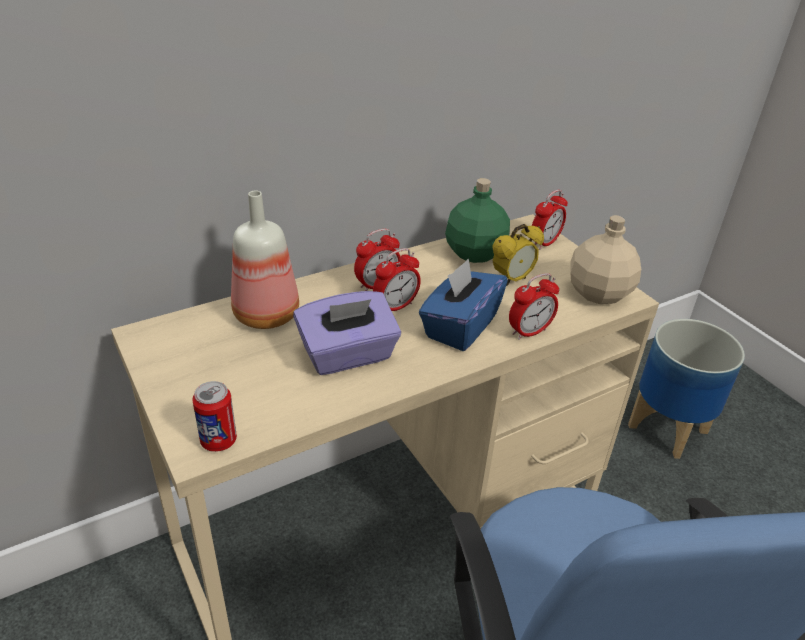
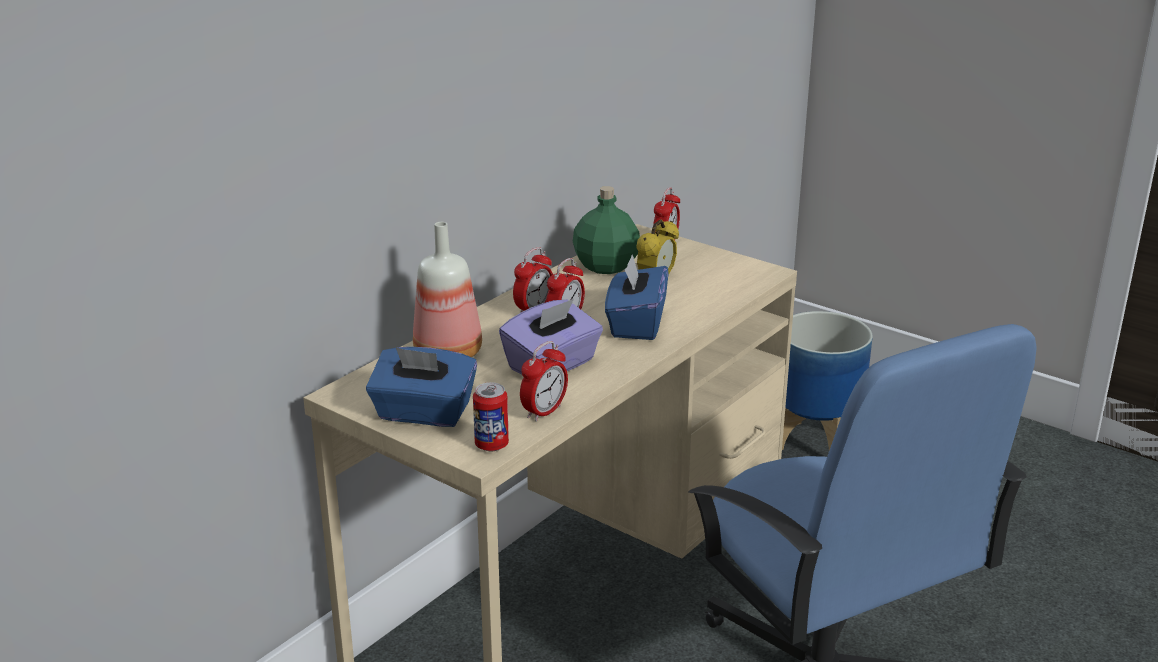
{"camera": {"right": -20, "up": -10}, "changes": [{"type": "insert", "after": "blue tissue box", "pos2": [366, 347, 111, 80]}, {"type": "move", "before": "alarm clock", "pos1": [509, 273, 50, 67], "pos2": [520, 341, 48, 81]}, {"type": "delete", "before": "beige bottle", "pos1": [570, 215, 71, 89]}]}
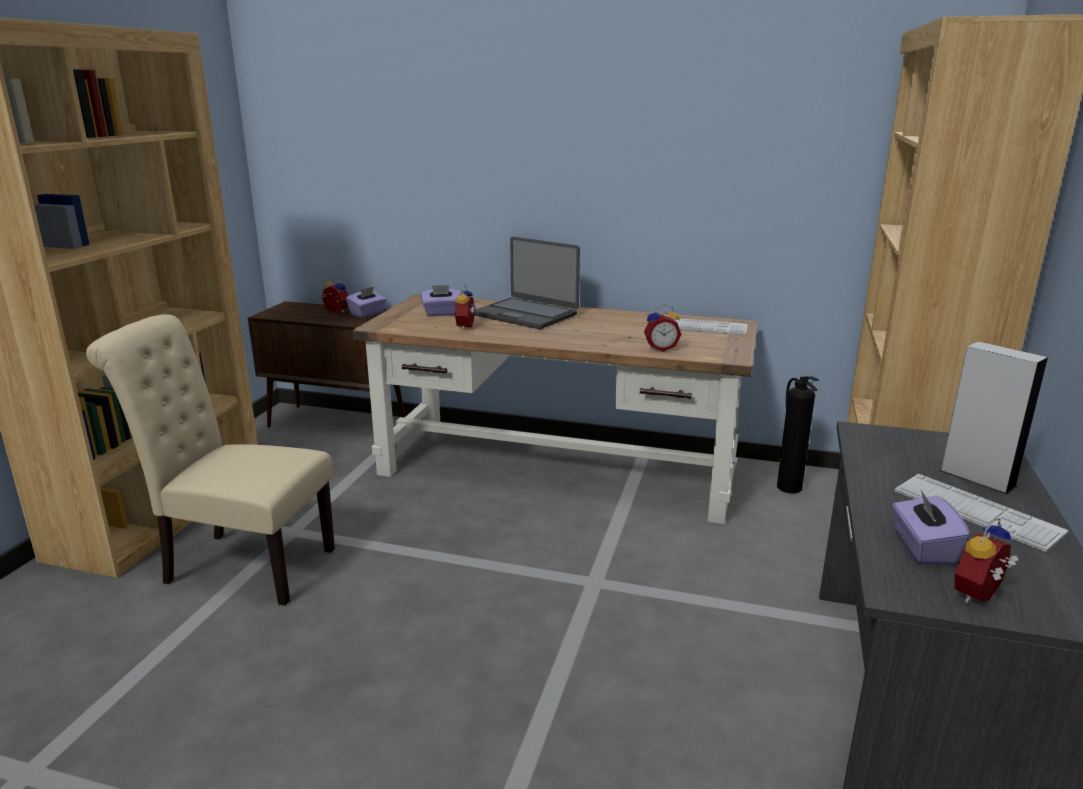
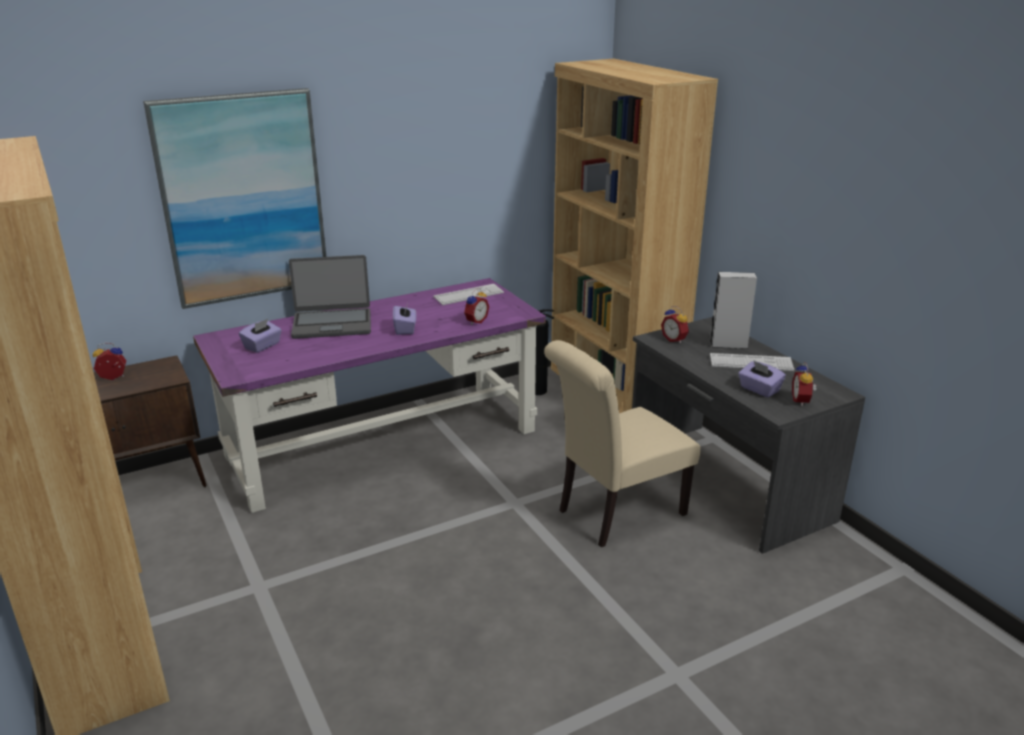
{"camera": {"right": -45, "up": 5}, "changes": [{"type": "insert", "after": "picture", "pos2": [143, 88, 183, 221]}, {"type": "recolor", "before": "brown desk", "after": "purple desk", "pos1": [353, 294, 405, 230], "pos2": [193, 278, 353, 235]}, {"type": "move", "before": "purple tissue box", "pos1": [346, 287, 41, 31], "pos2": [393, 303, 23, 32]}, {"type": "move", "before": "beige chair", "pos1": [86, 314, 249, 292], "pos2": [544, 340, 157, 207]}, {"type": "move", "before": "alarm clock", "pos1": [455, 285, 23, 45], "pos2": [661, 306, 28, 38]}]}
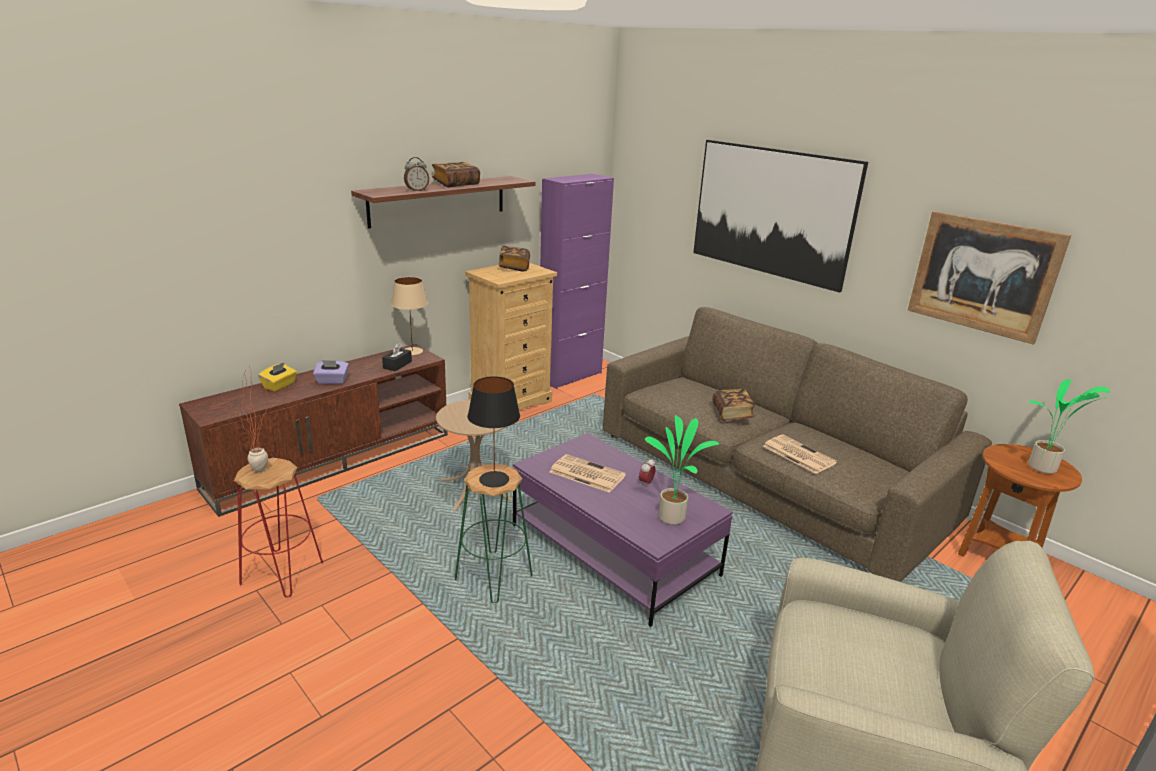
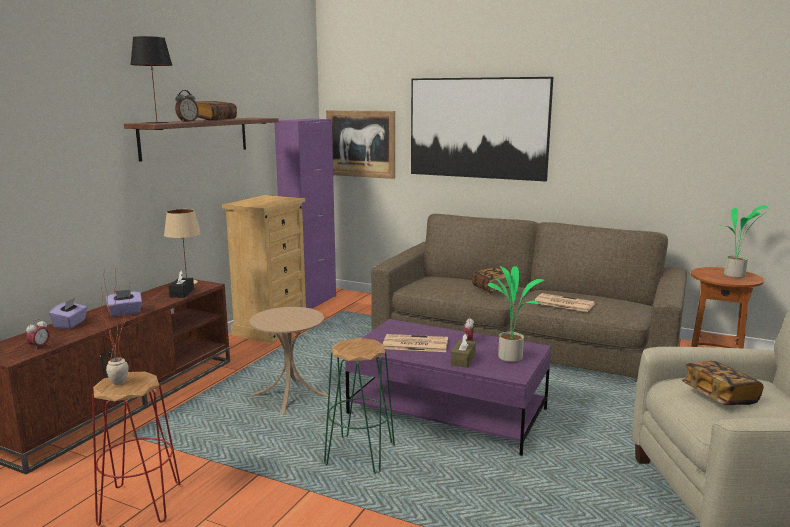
{"camera": {"right": -20, "up": -10}, "changes": [{"type": "insert", "after": "alarm clock", "pos2": [26, 319, 24, 30]}, {"type": "recolor", "before": "yellow tissue box", "after": "purple tissue box", "pos1": [258, 362, 39, 30], "pos2": [49, 298, 39, 31]}, {"type": "move", "before": "black table lamp", "pos1": [467, 376, 53, 111], "pos2": [130, 36, 42, 88]}, {"type": "move", "before": "picture", "pos1": [907, 211, 164, 134], "pos2": [326, 110, 69, 69]}, {"type": "insert", "after": "brown tissue box", "pos2": [451, 333, 25, 35]}, {"type": "move", "before": "book", "pos1": [498, 246, 32, 26], "pos2": [682, 361, 81, 44]}]}
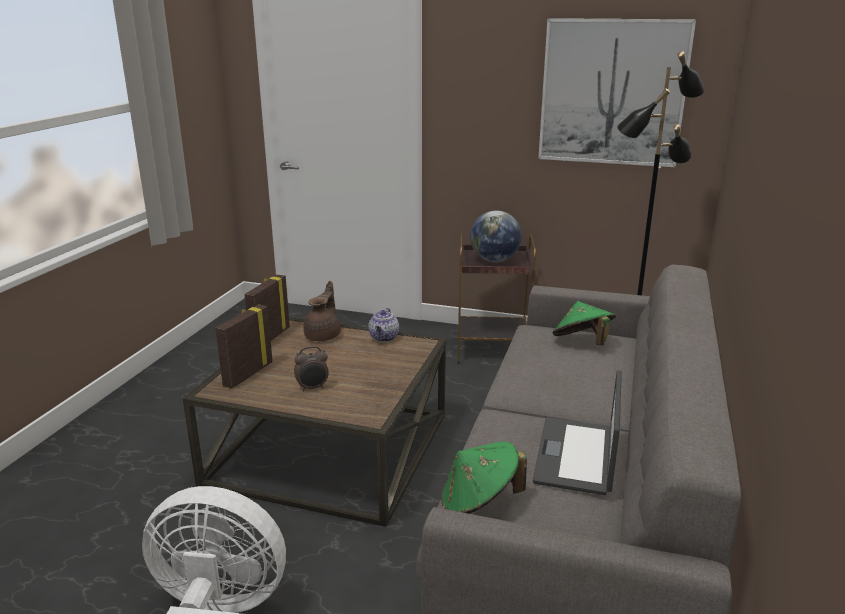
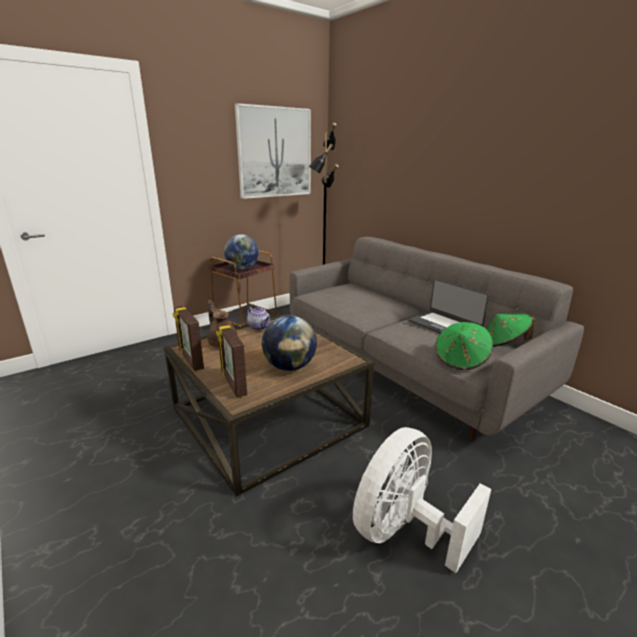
{"camera": {"right": -55, "up": 0}, "changes": [{"type": "replace", "before": "alarm clock", "after": "globe", "pos1": [294, 346, 35, 46], "pos2": [262, 315, 55, 56]}, {"type": "move", "before": "green hat", "pos1": [552, 301, 64, 44], "pos2": [487, 313, 48, 34]}]}
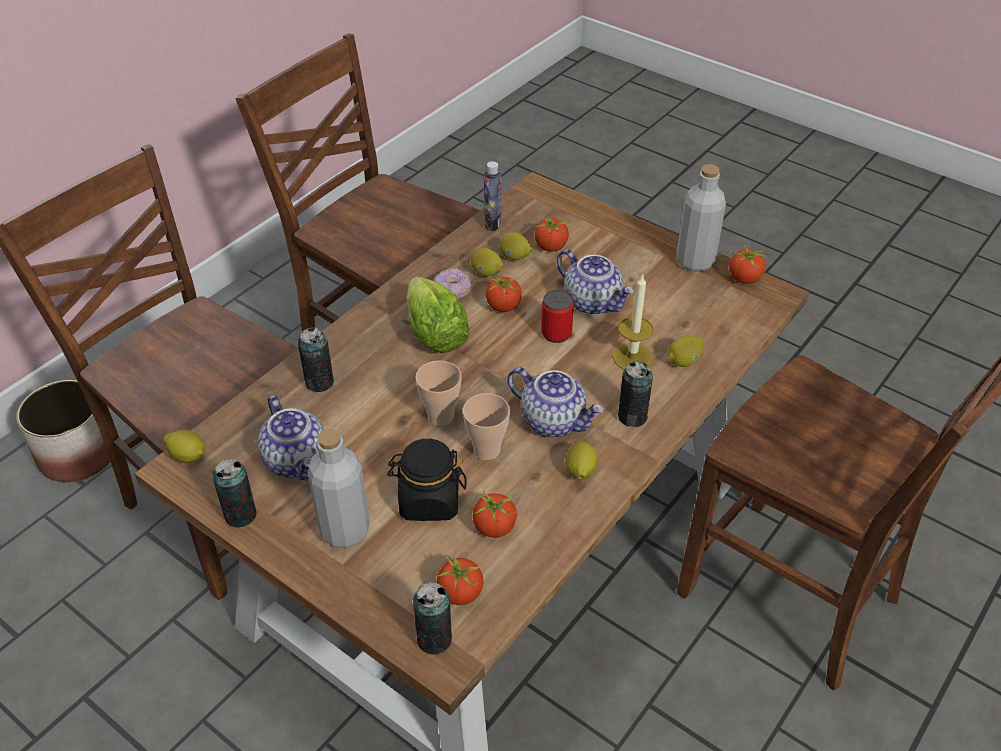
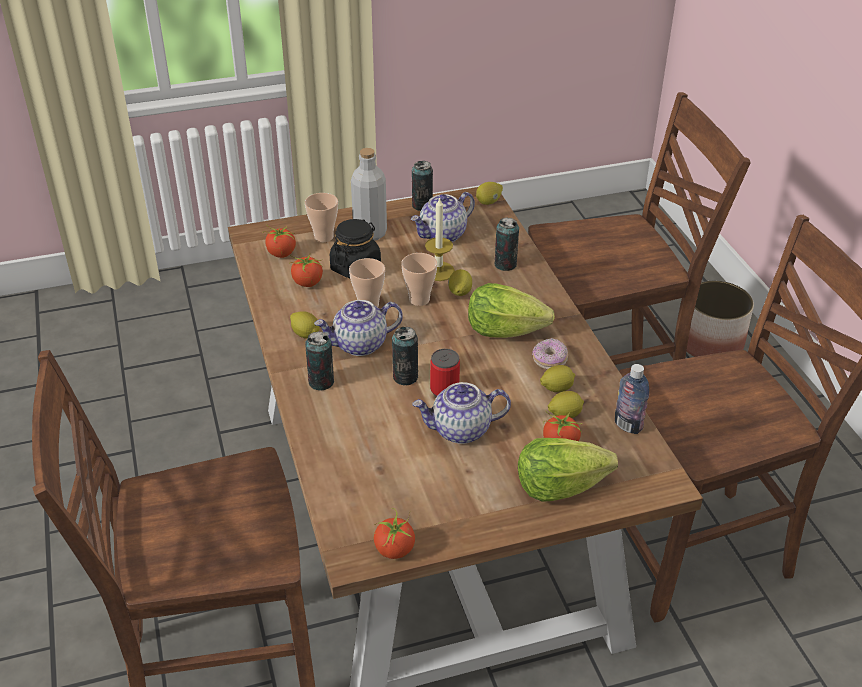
{"camera": {"right": 125, "up": -5}, "changes": [{"type": "insert", "after": "cup", "pos2": [305, 193, 33, 49]}, {"type": "move", "before": "can", "pos1": [413, 582, 39, 73], "pos2": [392, 327, 26, 58]}, {"type": "rotate", "before": "teapot", "pos1": [258, 395, 67, 85], "pos2": [411, 192, 64, 50], "turn": -45}, {"type": "move", "before": "candle", "pos1": [613, 274, 41, 95], "pos2": [425, 197, 30, 84]}, {"type": "move", "before": "lemon", "pos1": [668, 336, 36, 31], "pos2": [448, 269, 24, 27]}, {"type": "insert", "after": "lettuce", "pos2": [518, 438, 100, 64]}, {"type": "delete", "before": "tomato", "pos1": [486, 276, 36, 36]}, {"type": "delete", "before": "grey bottle", "pos1": [677, 164, 49, 107]}]}
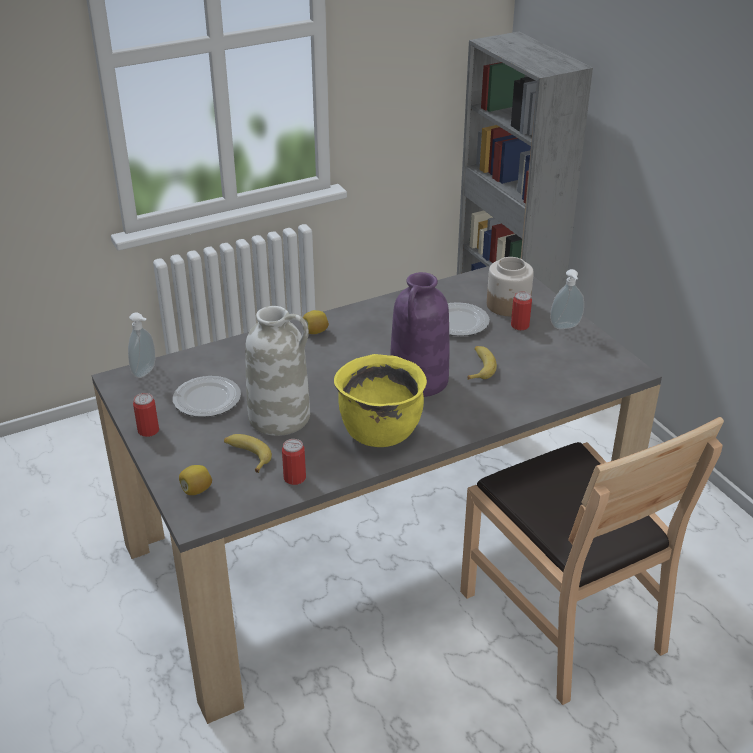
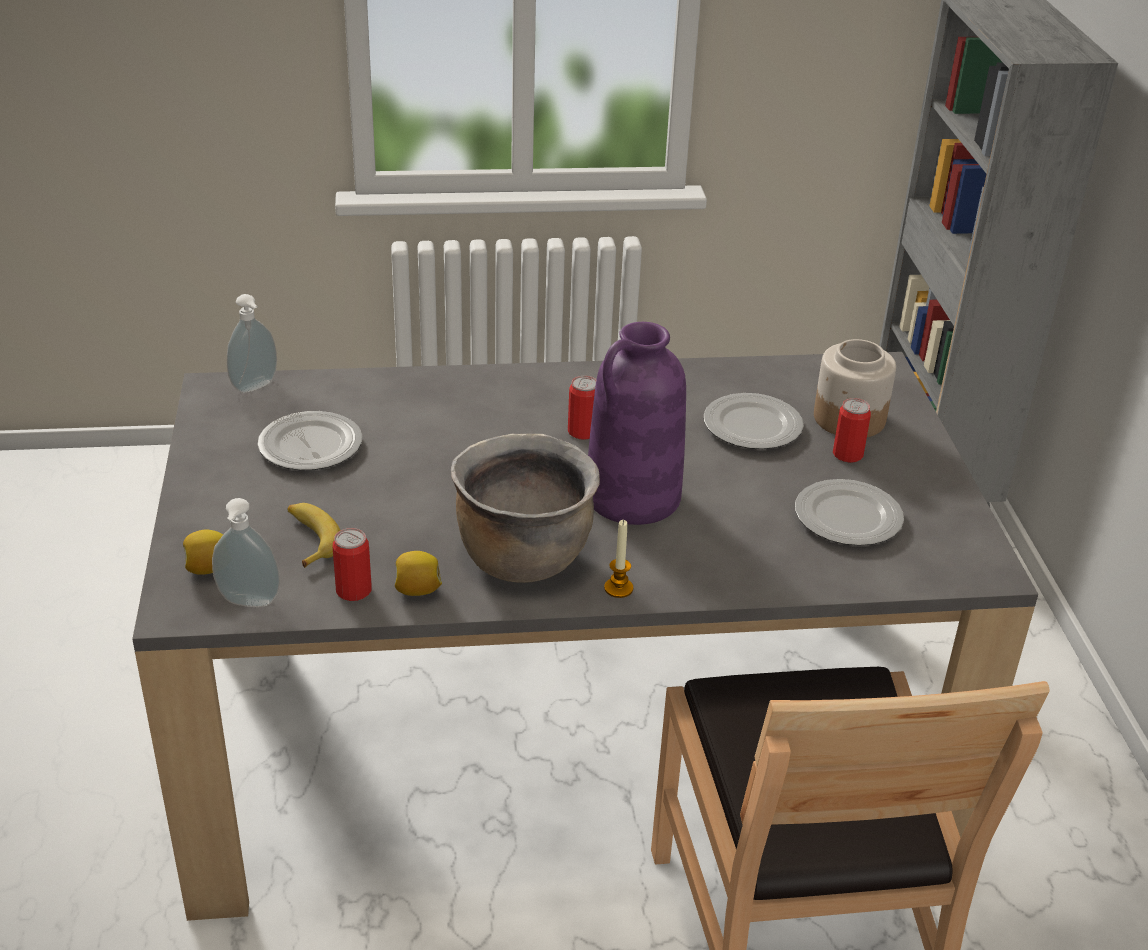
{"camera": {"right": 20, "up": 0}, "changes": [{"type": "move", "before": "soap dispenser", "pos1": [550, 269, 34, 60], "pos2": [212, 498, 68, 109]}, {"type": "move", "before": "lemon", "pos1": [303, 310, 26, 24], "pos2": [395, 551, 47, 45]}, {"type": "recolor", "before": "yellow cooking pot", "after": "brown cooking pot", "pos1": [334, 354, 93, 93], "pos2": [451, 434, 149, 149]}, {"type": "move", "before": "can", "pos1": [133, 393, 26, 44], "pos2": [568, 376, 28, 64]}, {"type": "insert", "after": "candle", "pos2": [604, 520, 29, 78]}, {"type": "insert", "after": "plate", "pos2": [795, 479, 109, 67]}, {"type": "delete", "before": "white vase", "pos1": [245, 306, 65, 130]}, {"type": "delete", "before": "banana", "pos1": [468, 346, 29, 34]}]}
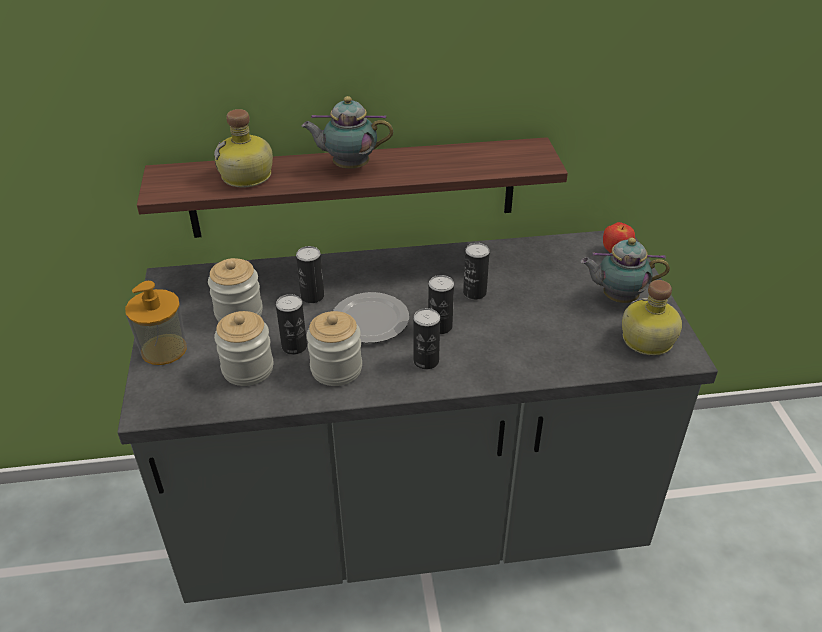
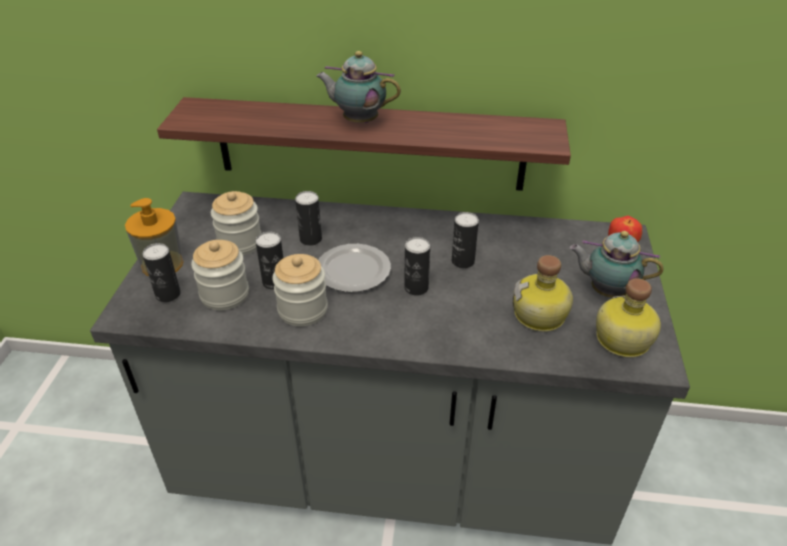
{"camera": {"right": 15, "up": 0}, "changes": [{"type": "move", "before": "can", "pos1": [413, 308, 27, 61], "pos2": [142, 243, 39, 59]}, {"type": "move", "before": "bottle", "pos1": [214, 109, 59, 79], "pos2": [512, 255, 61, 77]}]}
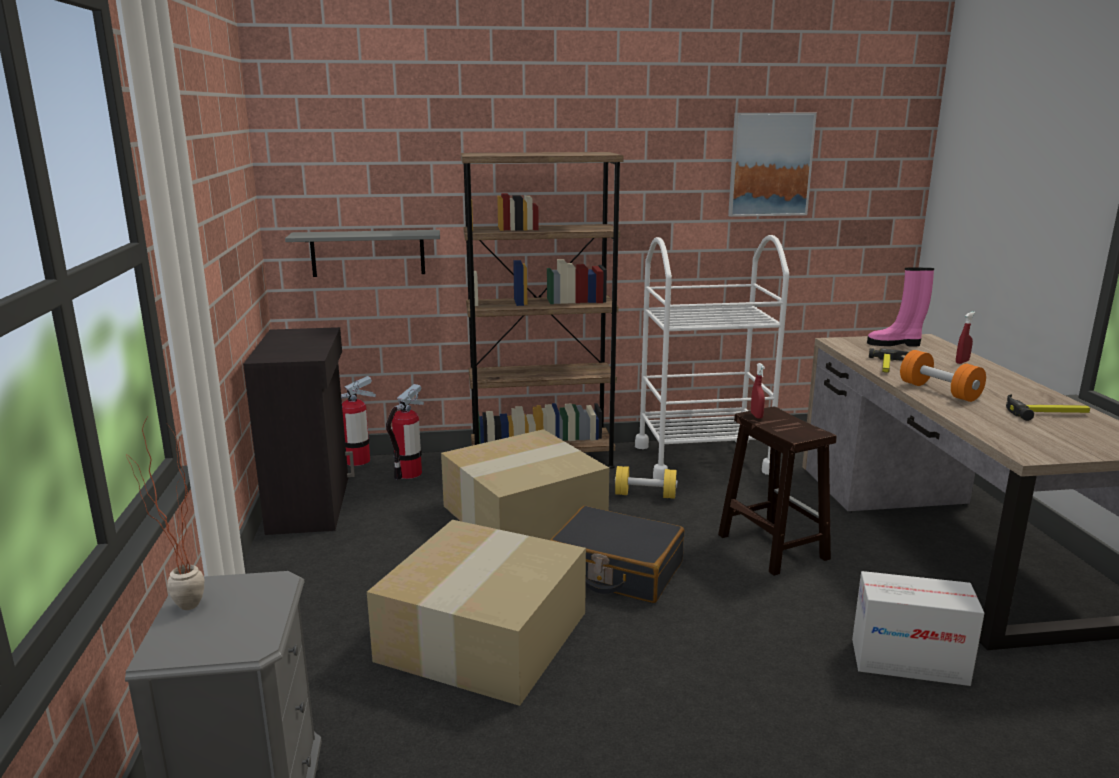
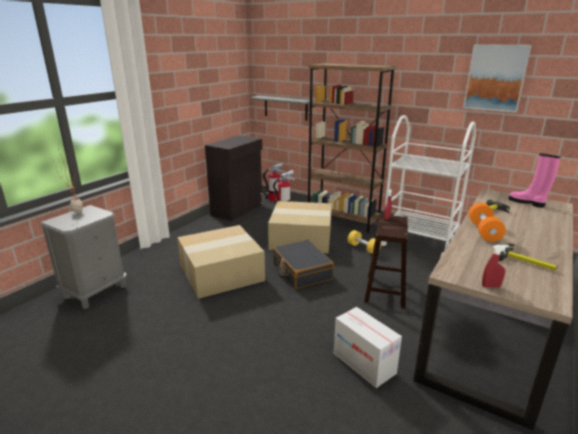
{"camera": {"right": 40, "up": 5}, "changes": [{"type": "move", "before": "red spray bottle", "pos1": [956, 312, 19, 52], "pos2": [482, 245, 27, 43]}]}
